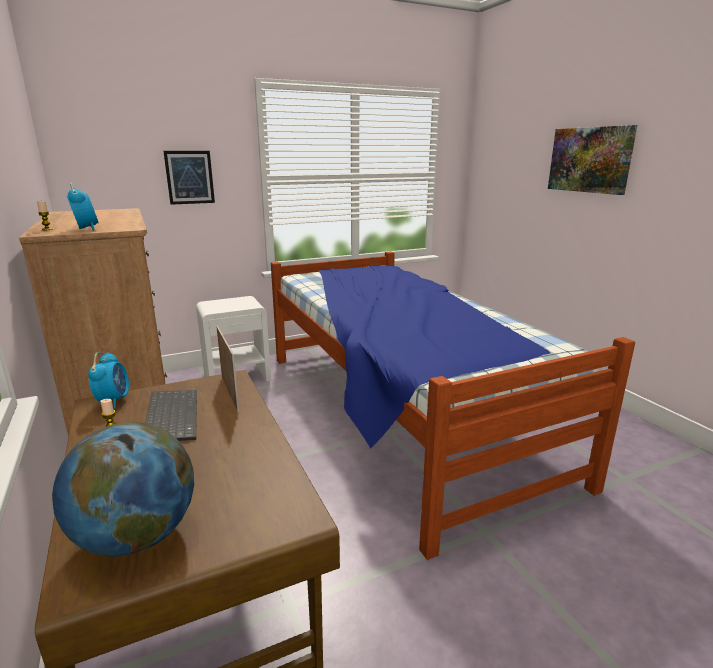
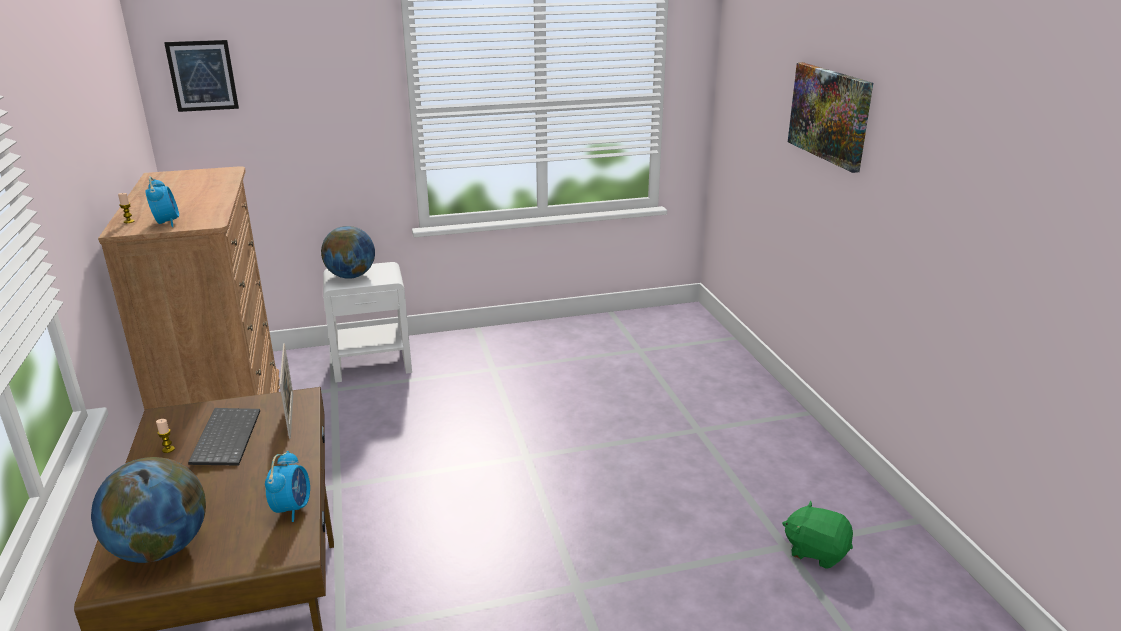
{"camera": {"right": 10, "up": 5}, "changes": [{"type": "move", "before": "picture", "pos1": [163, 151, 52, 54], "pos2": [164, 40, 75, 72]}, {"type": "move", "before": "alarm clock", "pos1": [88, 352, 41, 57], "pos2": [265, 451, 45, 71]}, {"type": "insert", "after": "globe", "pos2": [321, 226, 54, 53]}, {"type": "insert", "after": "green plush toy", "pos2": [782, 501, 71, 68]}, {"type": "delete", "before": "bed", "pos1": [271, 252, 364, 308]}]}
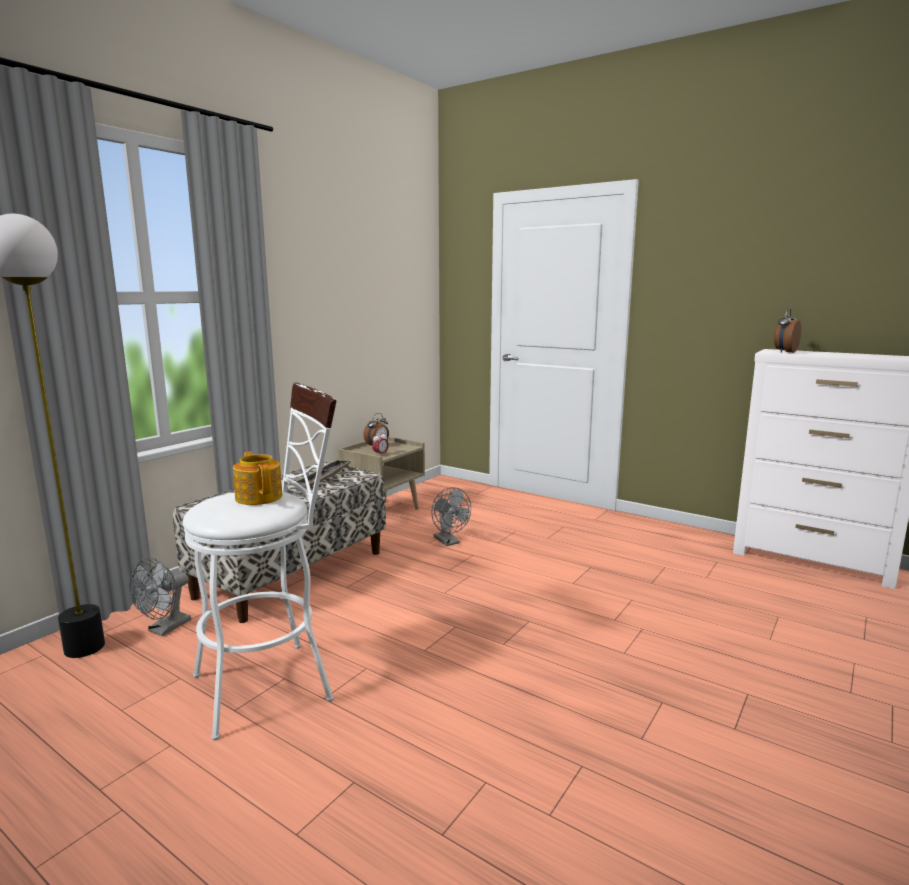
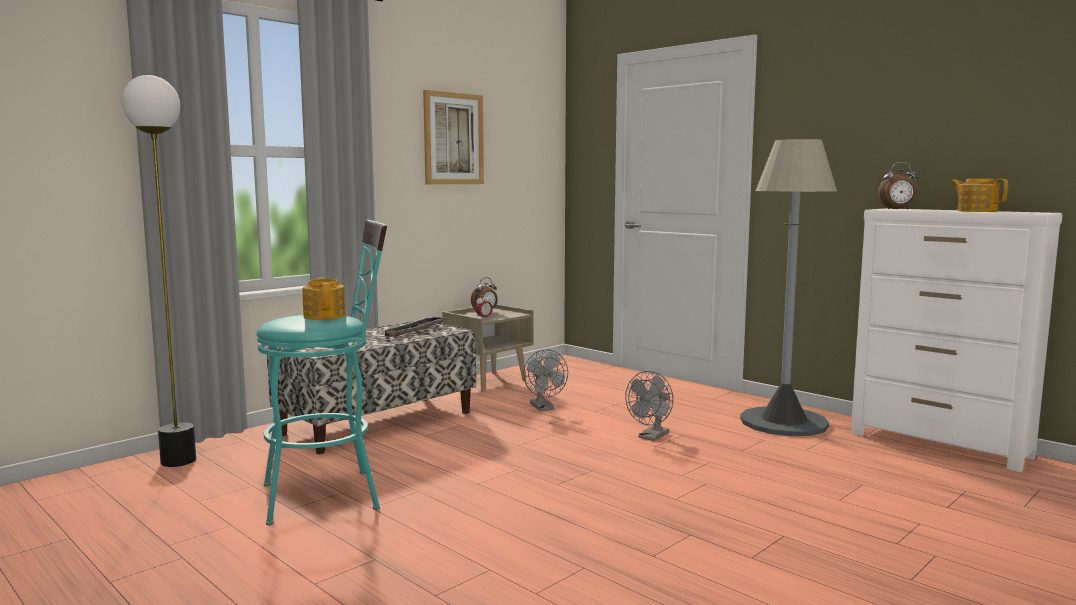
{"camera": {"right": 10, "up": -5}, "changes": [{"type": "recolor", "before": "white stool", "after": "turquoise stool", "pos1": [182, 383, 155, 358], "pos2": [256, 220, 131, 305]}, {"type": "insert", "after": "picture", "pos2": [423, 90, 61, 94]}, {"type": "move", "before": "grey fan", "pos1": [129, 558, 62, 78], "pos2": [625, 371, 48, 70]}, {"type": "insert", "after": "grey floor lamp", "pos2": [740, 139, 97, 297]}, {"type": "rotate", "before": "alarm clock", "pos1": [774, 308, 27, 45], "pos2": [878, 162, 40, 48], "turn": -135}, {"type": "insert", "after": "teapot", "pos2": [950, 179, 58, 33]}]}
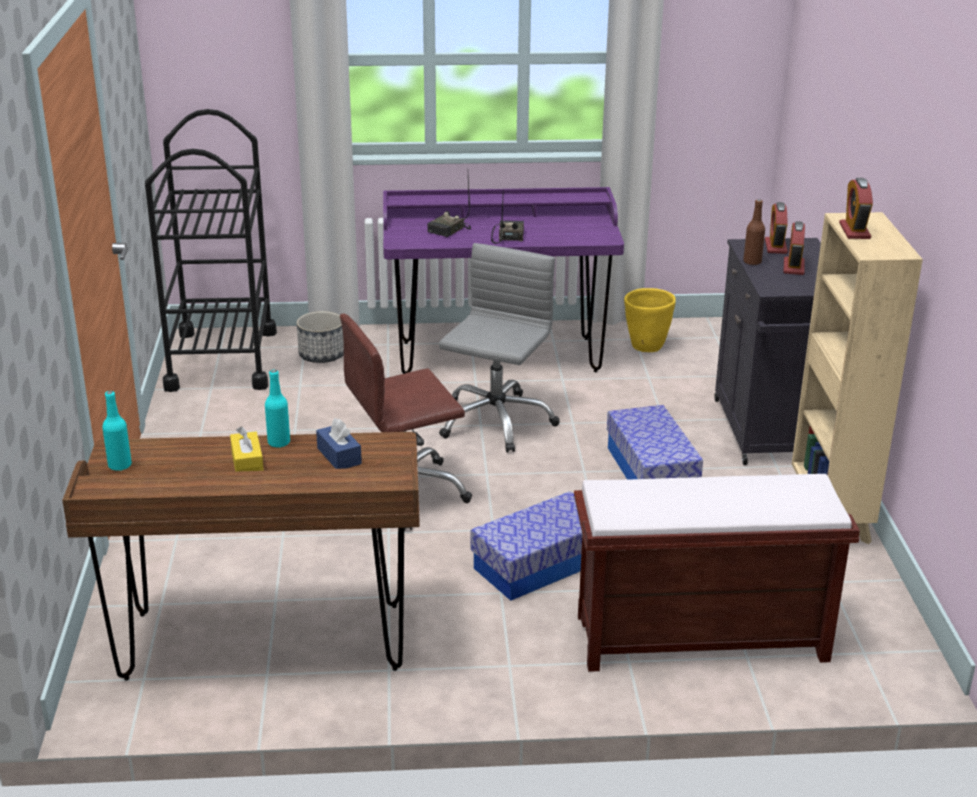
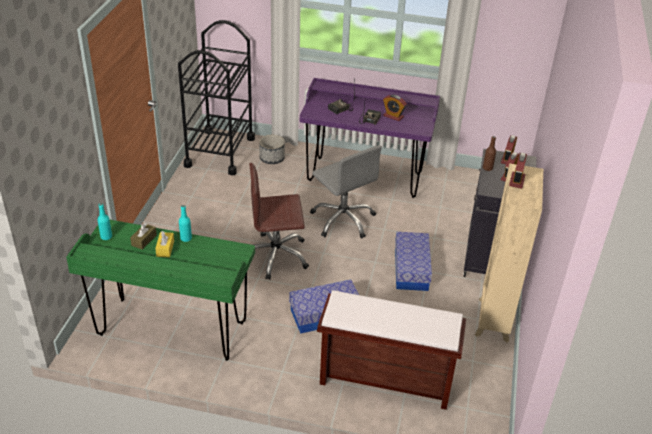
{"camera": {"right": 15, "up": 10}, "changes": [{"type": "recolor", "before": "brown desk", "after": "green desk", "pos1": [62, 432, 358, 248], "pos2": [66, 220, 189, 141]}, {"type": "insert", "after": "brown tissue box", "pos2": [130, 223, 27, 27]}, {"type": "rotate", "before": "grey office chair", "pos1": [439, 243, 121, 210], "pos2": [310, 145, 72, 94], "turn": 105}, {"type": "insert", "after": "alarm clock", "pos2": [383, 95, 24, 26]}, {"type": "delete", "before": "blue tissue box", "pos1": [316, 418, 46, 51]}, {"type": "delete", "before": "yellow planter", "pos1": [624, 288, 52, 64]}]}
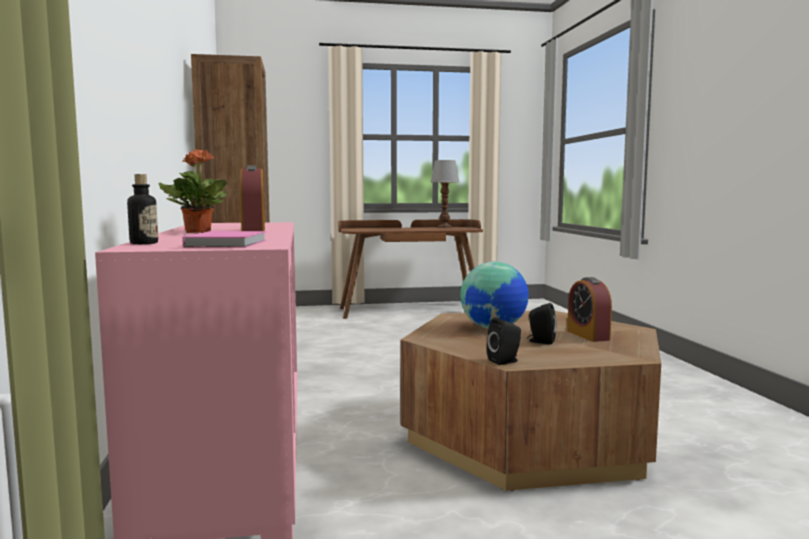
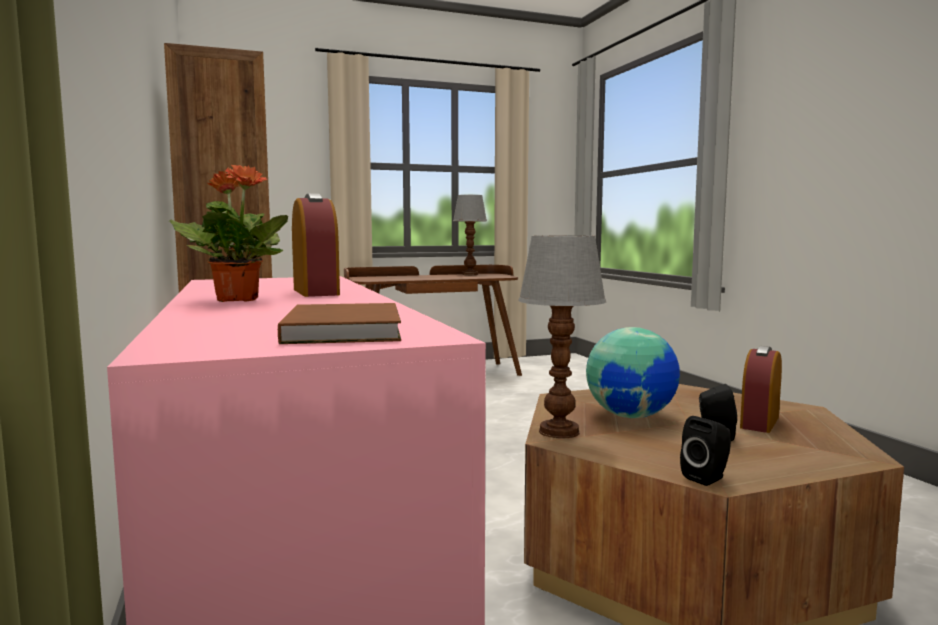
{"camera": {"right": -10, "up": 0}, "changes": [{"type": "recolor", "before": "pink book", "after": "brown book", "pos1": [183, 231, 83, 17], "pos2": [278, 303, 123, 41]}, {"type": "insert", "after": "table lamp", "pos2": [518, 235, 88, 204]}, {"type": "rotate", "before": "alarm clock", "pos1": [567, 277, 45, 65], "pos2": [740, 346, 42, 87], "turn": 60}, {"type": "delete", "before": "bottle", "pos1": [127, 174, 31, 70]}]}
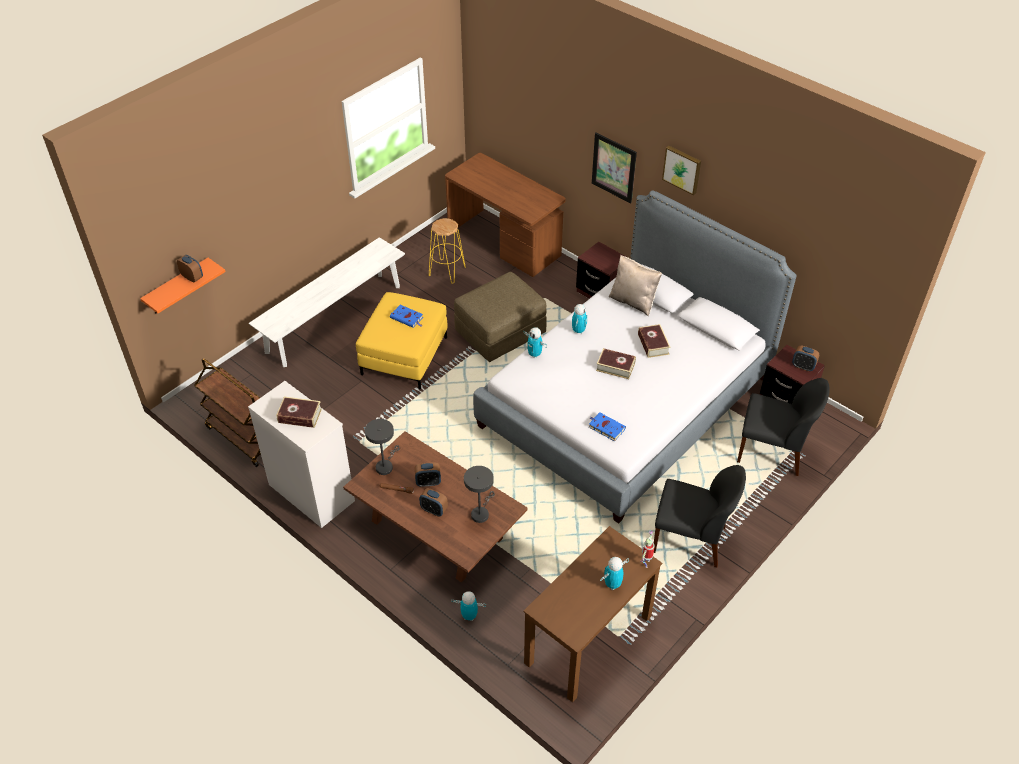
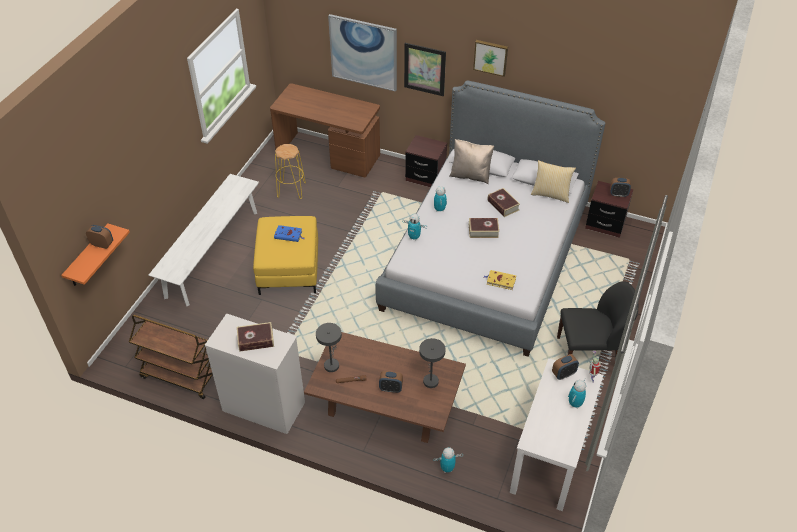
{"camera": {"right": -20, "up": 0}, "changes": [{"type": "insert", "after": "picture", "pos2": [328, 14, 69, 78]}, {"type": "recolor", "before": "blue book", "after": "yellow book", "pos1": [589, 412, 37, 30], "pos2": [484, 270, 32, 20]}, {"type": "recolor", "before": "brown desk", "after": "white desk", "pos1": [523, 526, 139, 176], "pos2": [510, 358, 93, 153]}, {"type": "insert", "after": "pillow", "pos2": [531, 160, 45, 43]}, {"type": "move", "before": "alarm clock", "pos1": [415, 462, 26, 25], "pos2": [552, 354, 27, 26]}, {"type": "delete", "before": "brown ottoman", "pos1": [454, 272, 93, 90]}, {"type": "delete", "before": "black chair", "pos1": [737, 378, 93, 98]}]}
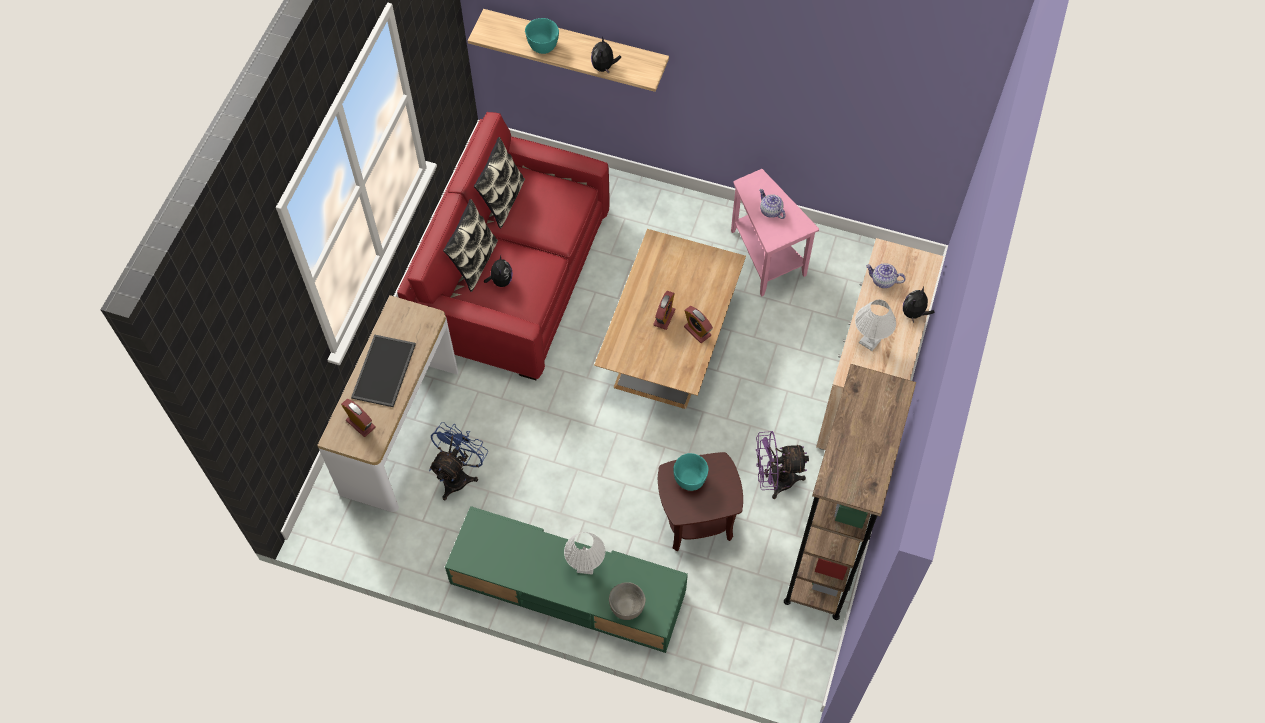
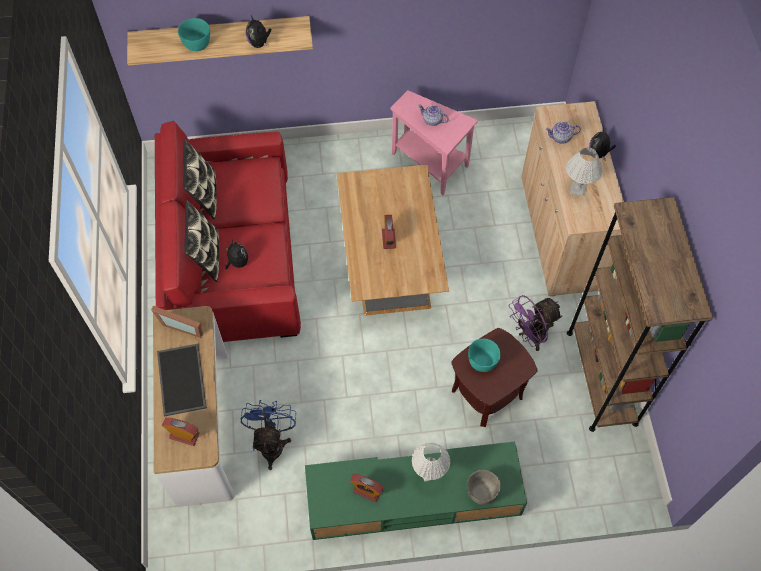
{"camera": {"right": -25, "up": 0}, "changes": [{"type": "insert", "after": "picture frame", "pos2": [151, 306, 52, 32]}, {"type": "move", "before": "alarm clock", "pos1": [684, 306, 29, 37], "pos2": [350, 474, 34, 28]}]}
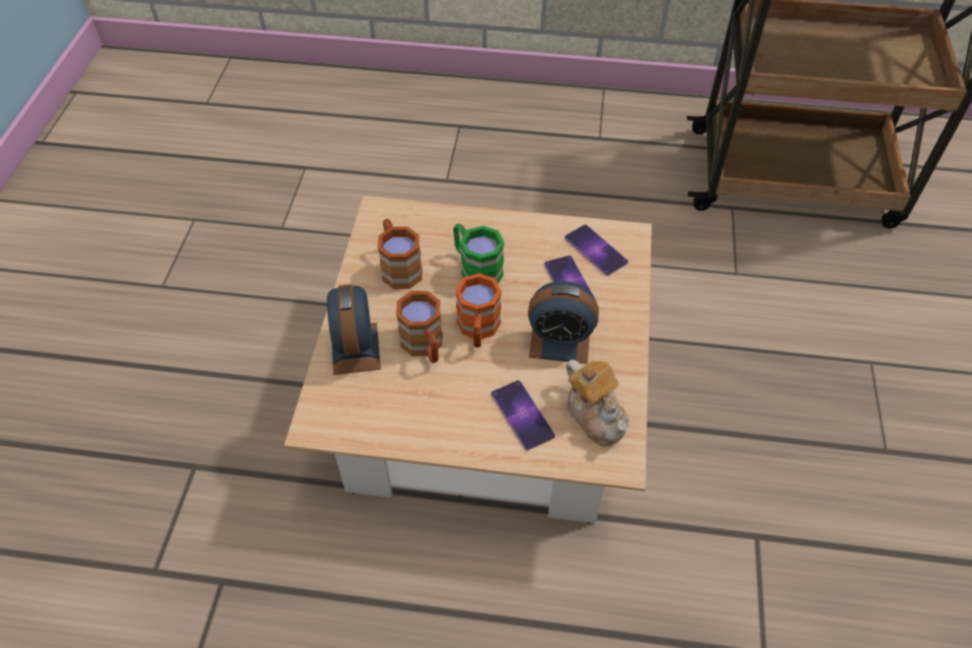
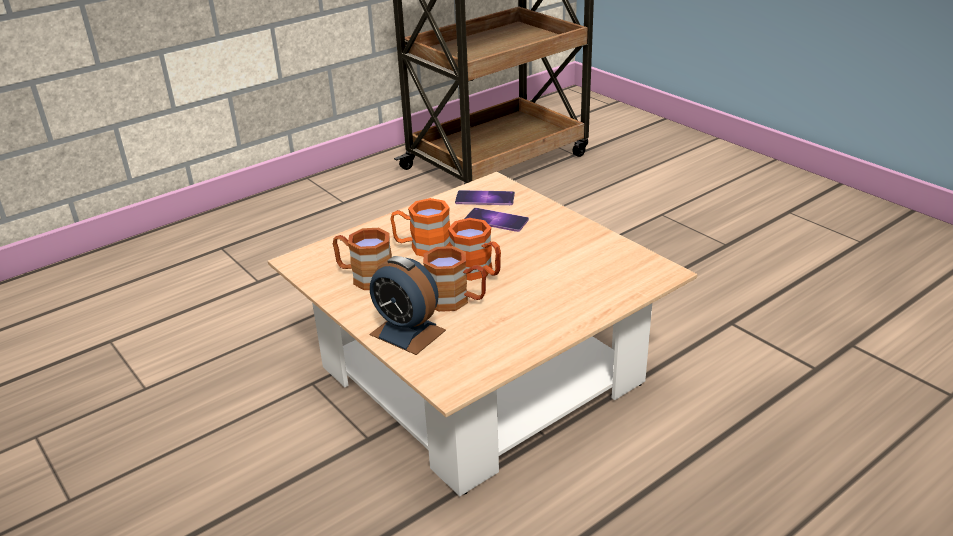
{"camera": {"right": -45, "up": -20}, "changes": [{"type": "recolor", "before": "green mug", "after": "orange mug", "pos1": [453, 224, 51, 60], "pos2": [391, 198, 59, 59]}, {"type": "delete", "before": "phone", "pos1": [491, 380, 64, 71]}, {"type": "delete", "before": "alarm clock", "pos1": [528, 281, 71, 83]}, {"type": "delete", "before": "teapot", "pos1": [566, 360, 64, 86]}]}
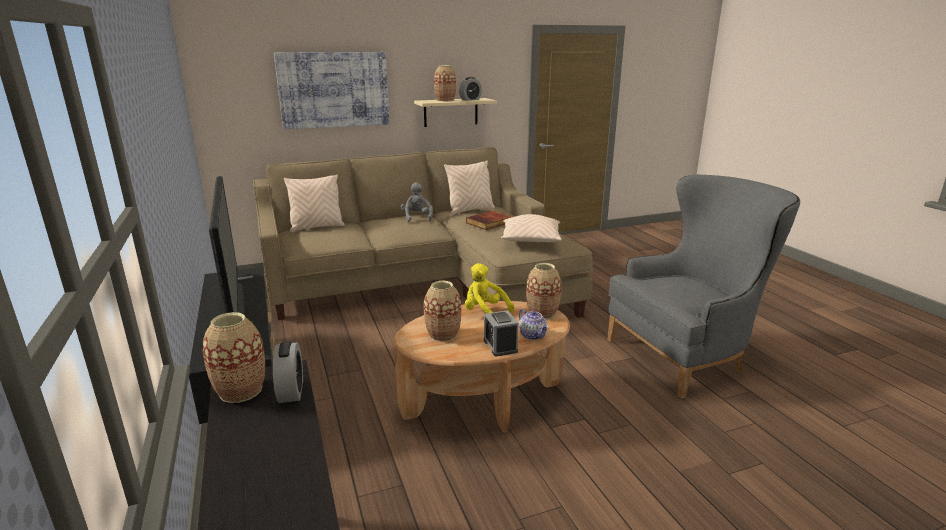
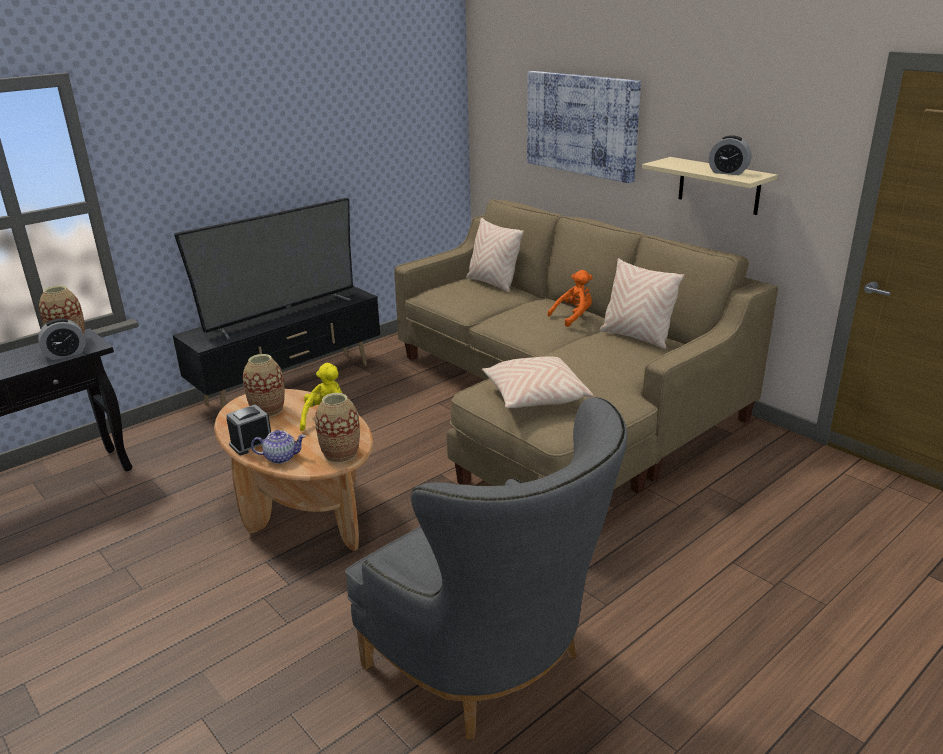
{"camera": {"right": 70, "up": 5}, "changes": [{"type": "rotate", "before": "teapot", "pos1": [519, 309, 30, 31], "pos2": [251, 430, 55, 34], "turn": -135}, {"type": "recolor", "before": "grey plush toy", "after": "orange plush toy", "pos1": [401, 182, 32, 40], "pos2": [547, 270, 46, 57]}, {"type": "delete", "before": "vase", "pos1": [434, 65, 22, 37]}, {"type": "delete", "before": "book", "pos1": [466, 211, 46, 19]}]}
